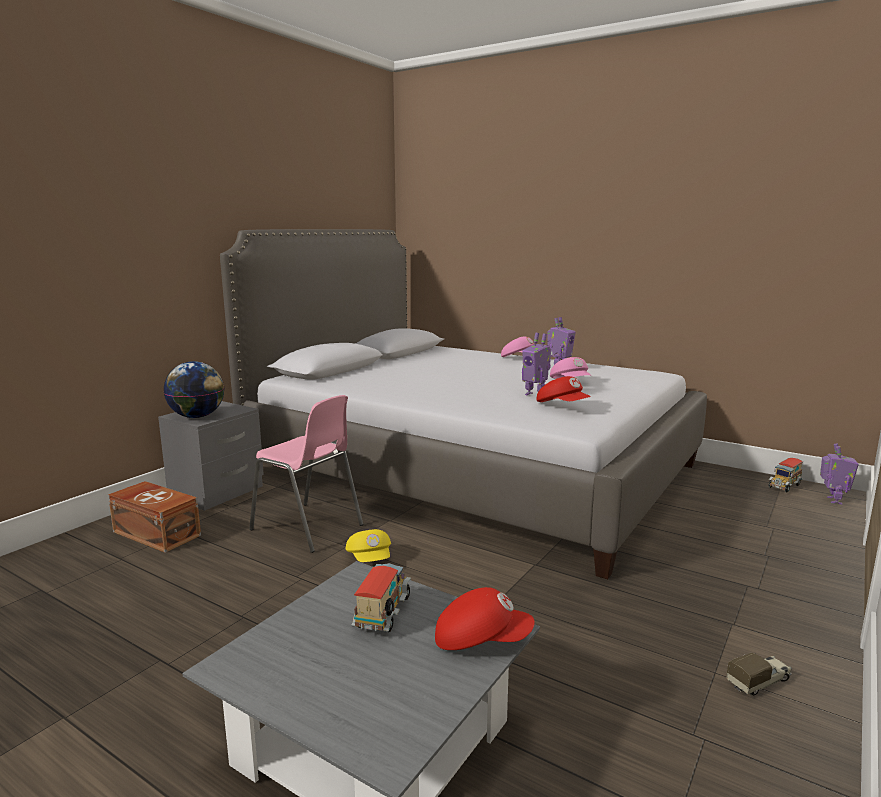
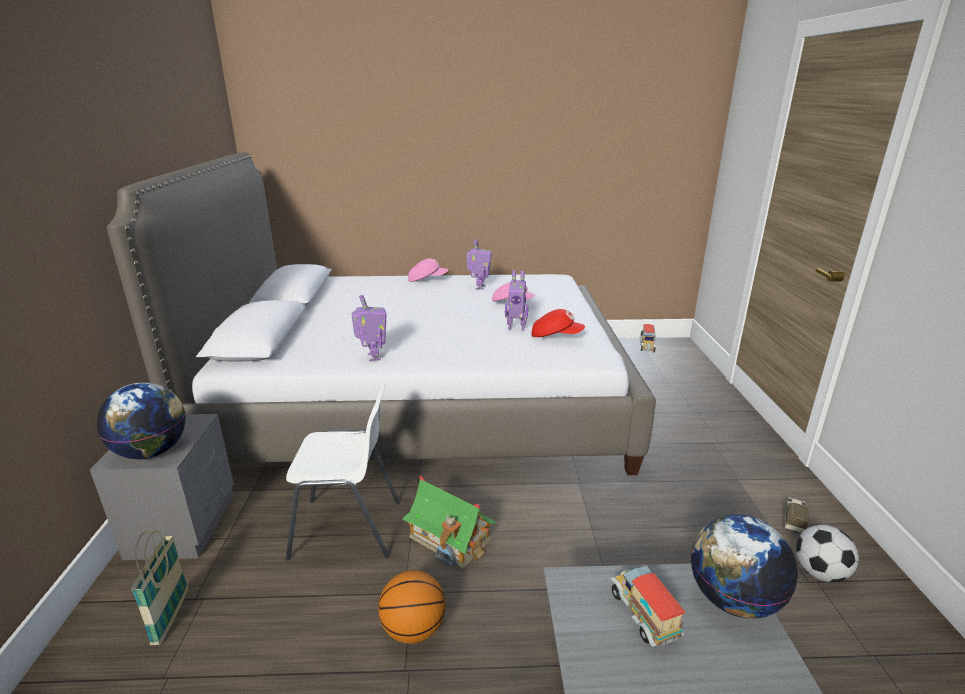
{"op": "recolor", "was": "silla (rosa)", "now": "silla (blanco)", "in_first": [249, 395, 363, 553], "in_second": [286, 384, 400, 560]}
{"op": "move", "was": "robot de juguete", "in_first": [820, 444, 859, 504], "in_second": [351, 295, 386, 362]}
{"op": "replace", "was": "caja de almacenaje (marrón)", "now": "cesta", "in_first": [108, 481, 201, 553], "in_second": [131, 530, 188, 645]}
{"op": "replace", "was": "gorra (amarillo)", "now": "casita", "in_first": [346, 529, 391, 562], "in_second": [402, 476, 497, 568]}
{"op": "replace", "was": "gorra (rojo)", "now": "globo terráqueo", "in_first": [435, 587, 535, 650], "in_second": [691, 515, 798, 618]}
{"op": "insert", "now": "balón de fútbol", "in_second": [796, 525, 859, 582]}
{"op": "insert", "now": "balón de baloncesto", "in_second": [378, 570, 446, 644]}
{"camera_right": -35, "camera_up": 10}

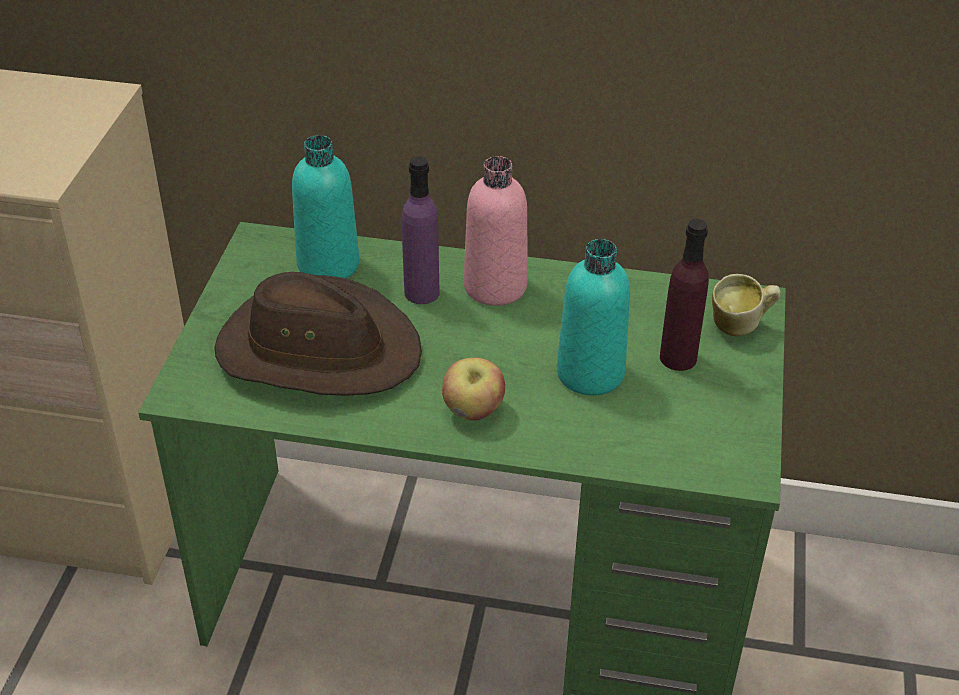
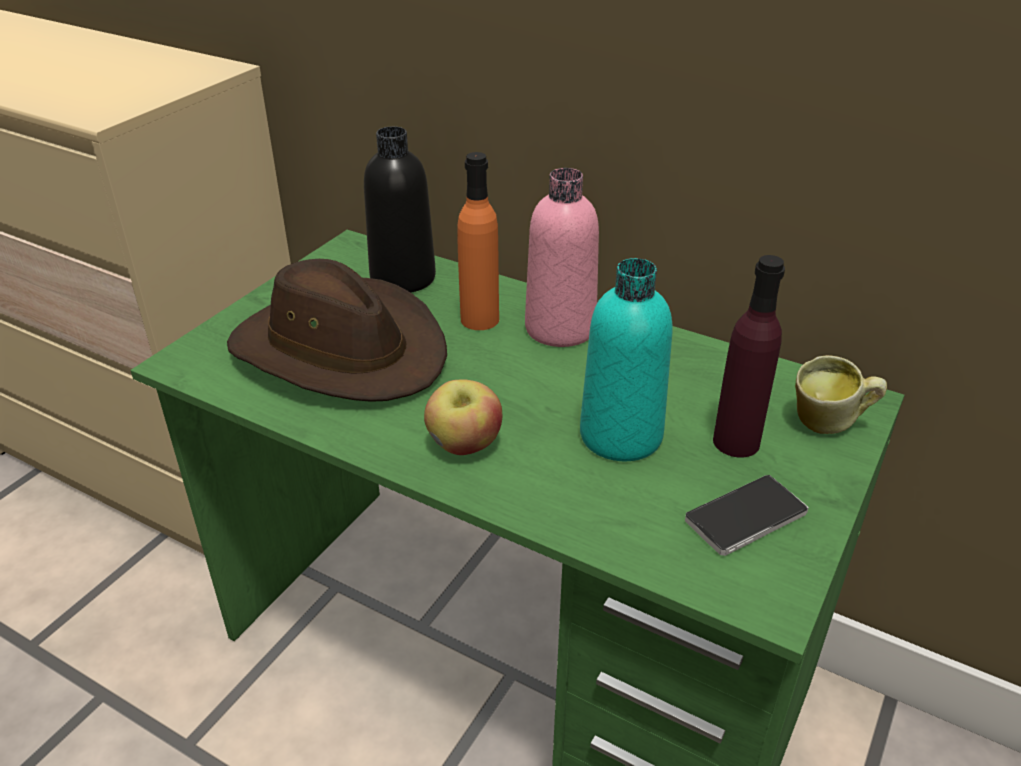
{"op": "recolor", "was": "botella (turquesa)", "now": "botella (negro)", "in_first": [292, 135, 359, 279], "in_second": [364, 126, 436, 293]}
{"op": "recolor", "was": "botella (morado)", "now": "botella (naranja)", "in_first": [402, 156, 440, 304], "in_second": [457, 152, 499, 330]}
{"op": "insert", "now": "móvil", "in_second": [685, 475, 809, 556]}
{"camera_right": 20, "camera_up": -5}

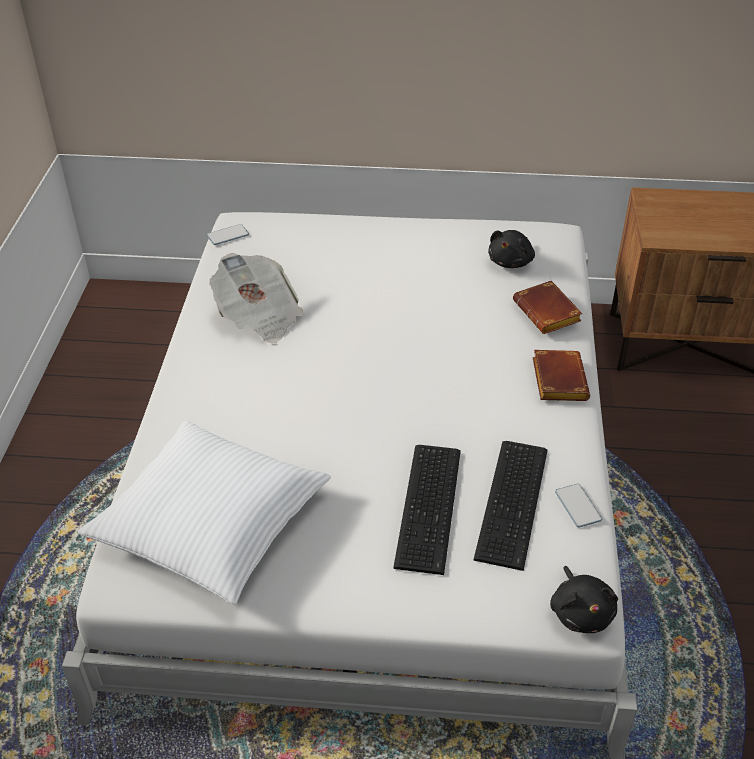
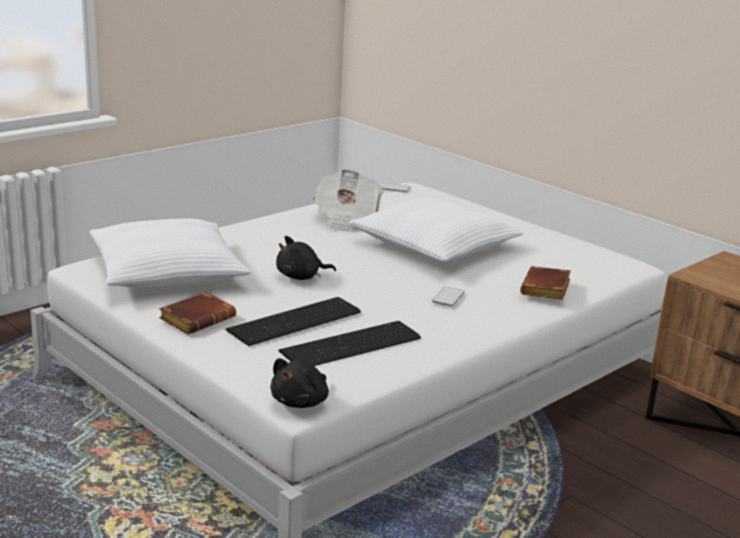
{"op": "move", "was": "peluche (negro)", "in_first": [488, 230, 535, 268], "in_second": [276, 236, 336, 280]}
{"op": "move", "was": "libro (marrón)", "in_first": [533, 350, 590, 401], "in_second": [159, 292, 236, 335]}
{"op": "move", "was": "móvil", "in_first": [555, 484, 602, 528], "in_second": [432, 287, 465, 306]}
{"op": "insert", "now": "cojín (blanco)", "in_second": [349, 197, 523, 262]}
{"camera_right": 40, "camera_up": -20}

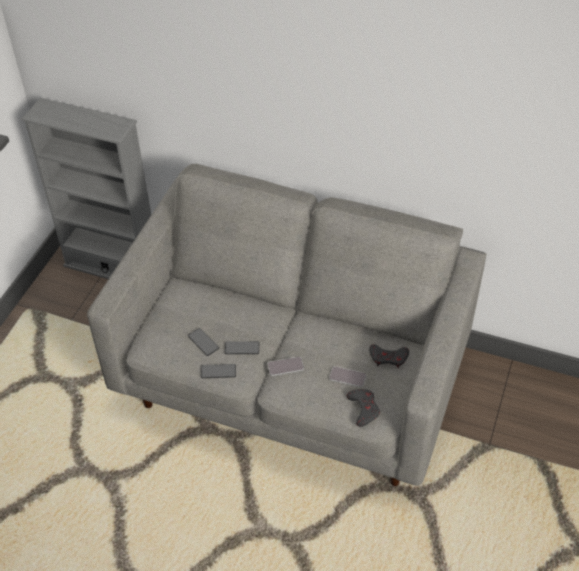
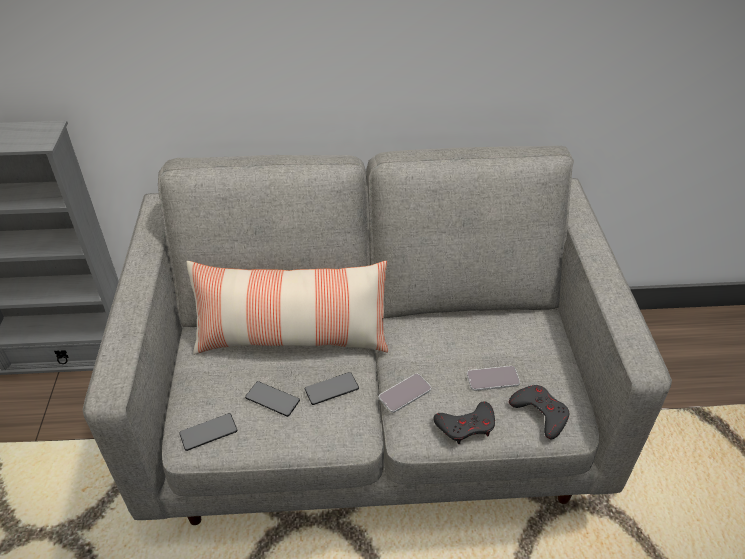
{"op": "move", "was": "mando de consola (gris)", "in_first": [369, 344, 409, 368], "in_second": [433, 401, 495, 444]}
{"op": "move", "was": "móvil", "in_first": [201, 364, 236, 378], "in_second": [179, 413, 237, 451]}
{"op": "insert", "now": "cojín", "in_second": [187, 261, 388, 355]}
{"camera_right": -25, "camera_up": -5}

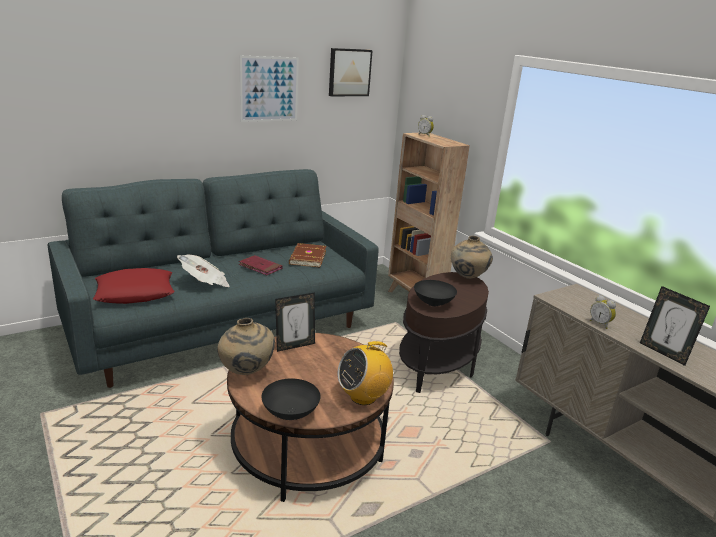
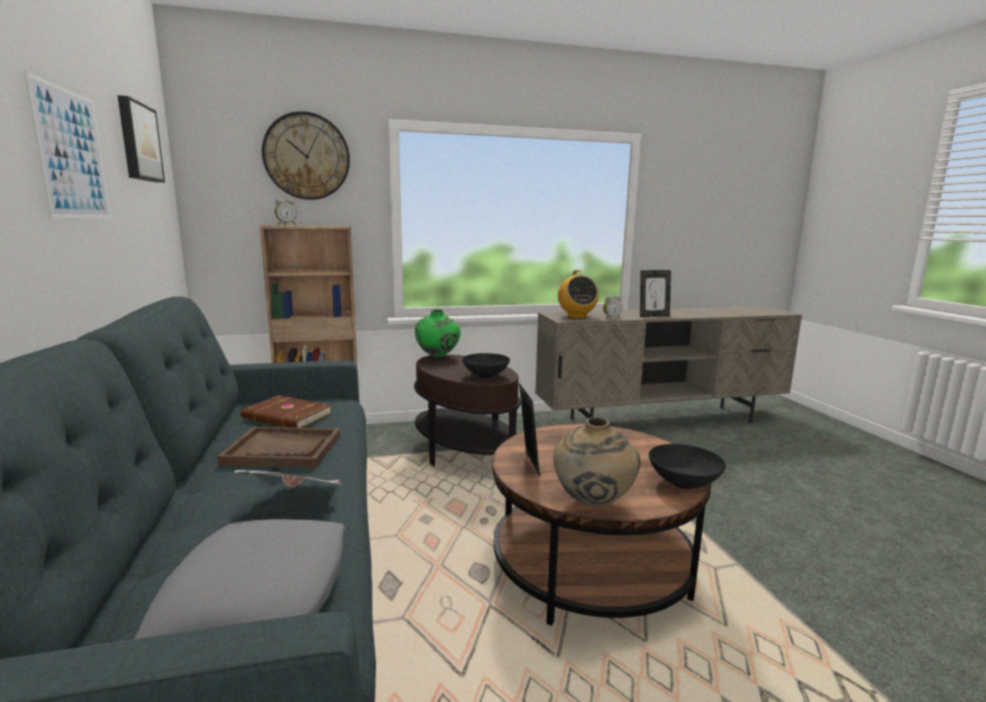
{"op": "recolor", "was": "florero (beis)", "now": "florero (verde)", "in_first": [451, 236, 493, 279], "in_second": [415, 309, 460, 357]}
{"op": "replace", "was": "libro (rojo)", "now": "bandeja (marrón)", "in_first": [239, 255, 283, 276], "in_second": [217, 427, 340, 468]}
{"op": "recolor", "was": "cojín (rojo)", "now": "cojín (gris)", "in_first": [93, 268, 175, 304], "in_second": [134, 519, 345, 639]}
{"op": "move", "was": "radio", "in_first": [337, 340, 393, 405], "in_second": [558, 270, 599, 319]}
{"op": "insert", "now": "reloj de pared", "in_second": [262, 111, 350, 200]}
{"camera_right": -70, "camera_up": -10}

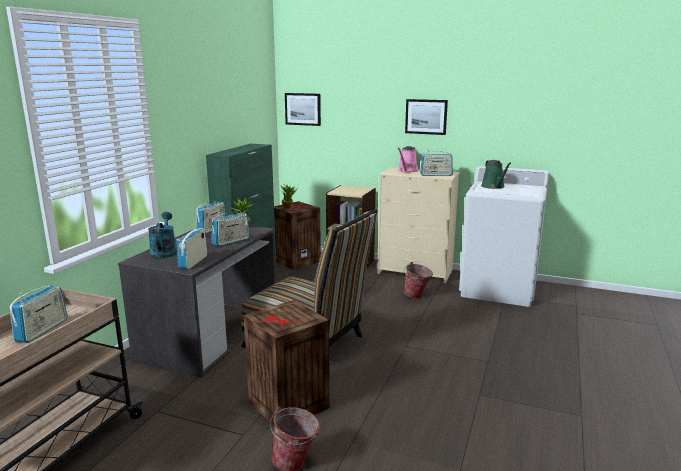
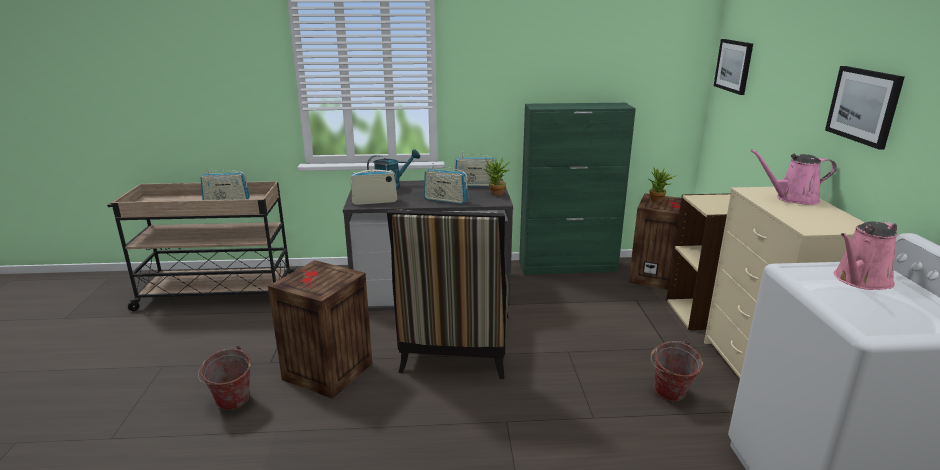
{"op": "delete", "was": "radio", "in_first": [420, 151, 453, 176]}
{"op": "recolor", "was": "regadera (verde)", "now": "regadera (rosa)", "in_first": [481, 160, 511, 189], "in_second": [834, 221, 897, 290]}
{"camera_right": 65, "camera_up": 5}

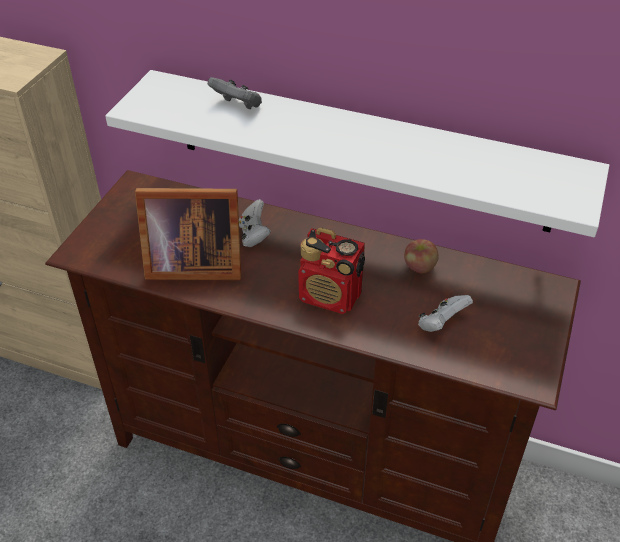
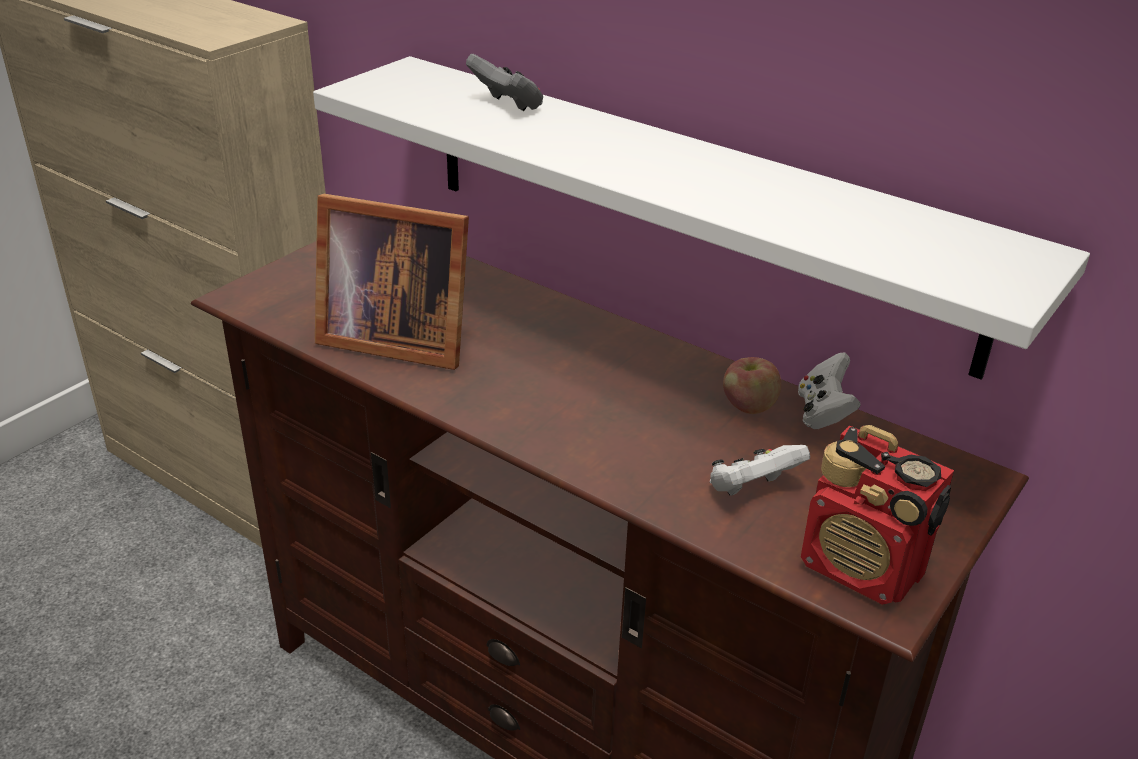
{"op": "move", "was": "mando de consola (blanco)", "in_first": [239, 199, 271, 247], "in_second": [798, 353, 861, 429]}
{"op": "move", "was": "radio", "in_first": [298, 227, 365, 314], "in_second": [801, 425, 954, 605]}
{"camera_right": 15, "camera_up": -10}

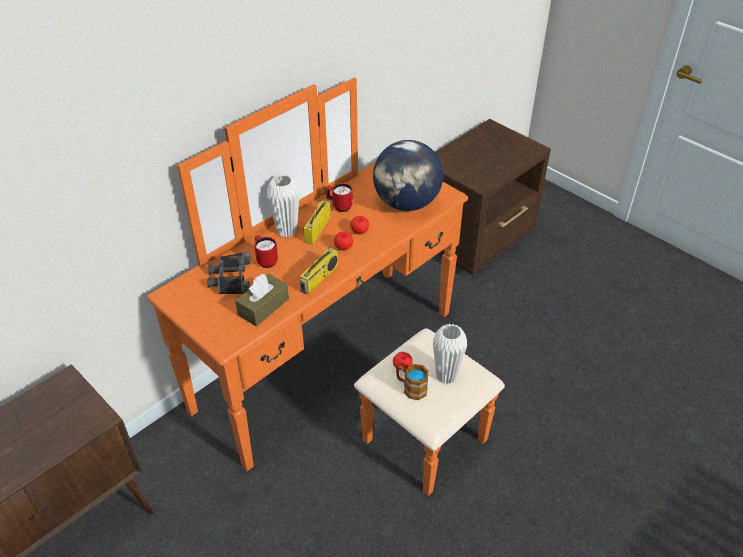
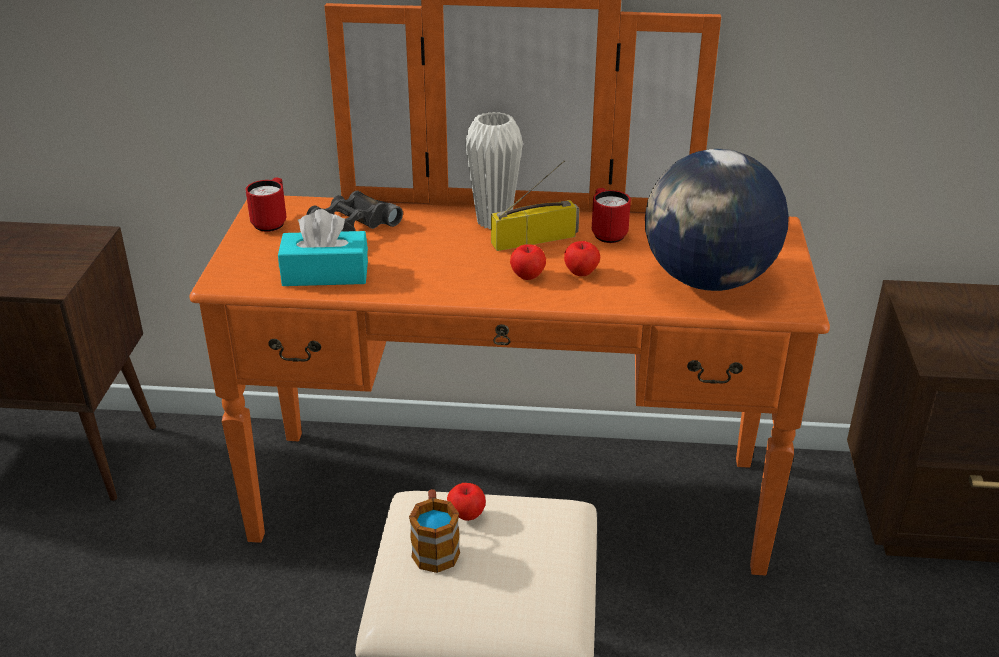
{"op": "move", "was": "taza grande (rojo)", "in_first": [254, 235, 278, 268], "in_second": [246, 178, 286, 232]}
{"op": "delete", "was": "radio", "in_first": [300, 247, 338, 294]}
{"op": "recolor", "was": "caja de pañuelos (marrón)", "now": "caja de pañuelos (turquesa)", "in_first": [235, 274, 289, 327], "in_second": [278, 209, 368, 286]}
{"op": "delete", "was": "florero (blanco)", "in_first": [433, 324, 467, 384]}
{"camera_right": 50, "camera_up": -10}

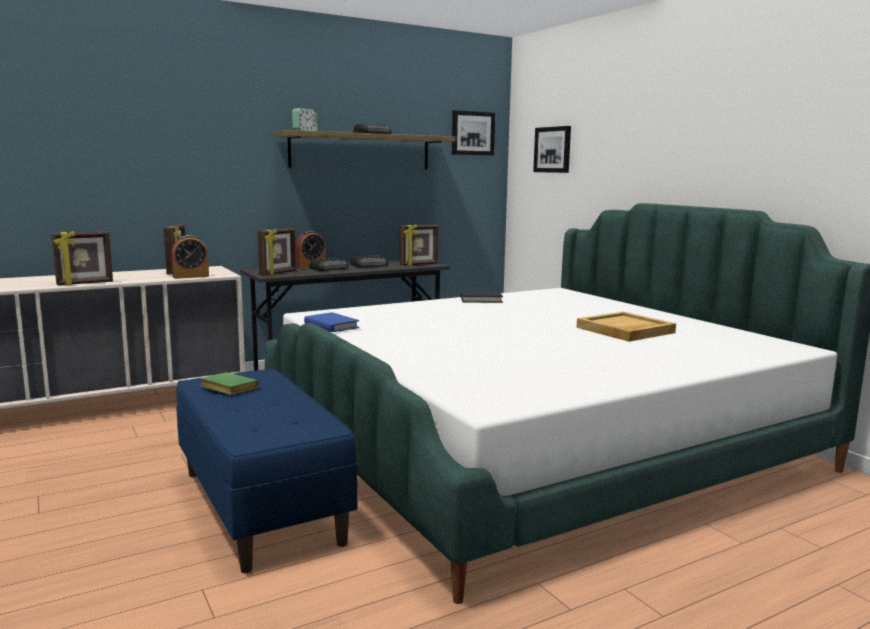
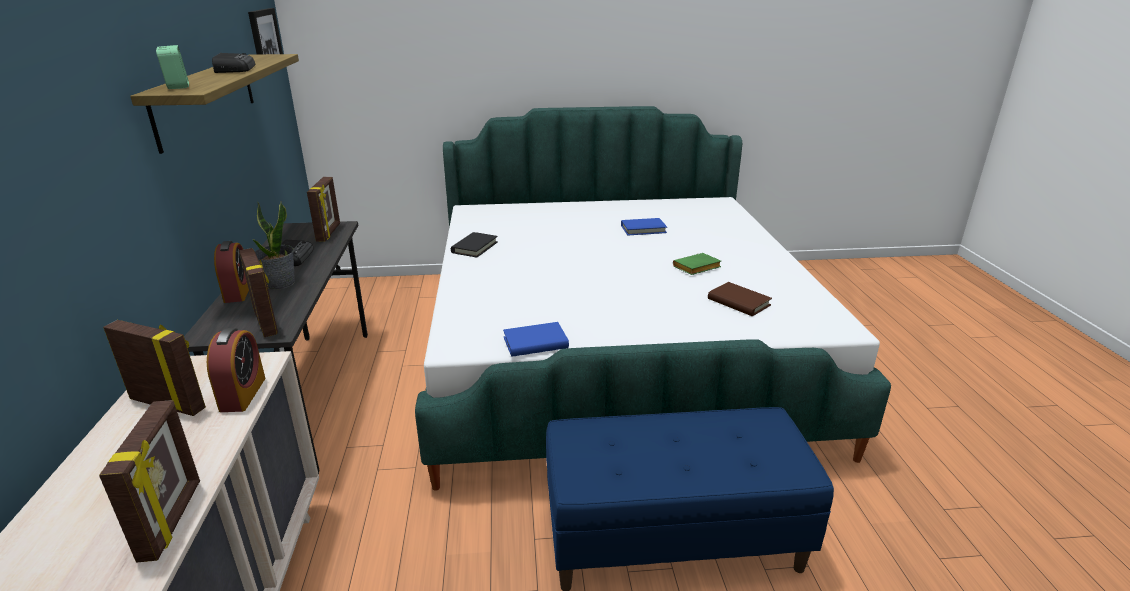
{"op": "delete", "was": "cuadro", "in_first": [533, 126, 571, 173]}
{"op": "replace", "was": "radio", "now": "planta en maceta", "in_first": [309, 258, 349, 271], "in_second": [253, 202, 295, 290]}
{"op": "replace", "was": "bandeja (beis)", "now": "libro (azul)", "in_first": [576, 312, 676, 342], "in_second": [621, 218, 667, 235]}
{"op": "move", "was": "libro (verde)", "in_first": [200, 372, 259, 395], "in_second": [673, 253, 721, 275]}
{"op": "insert", "now": "libro (marrón)", "in_second": [708, 282, 772, 316]}
{"camera_right": -65, "camera_up": 15}

